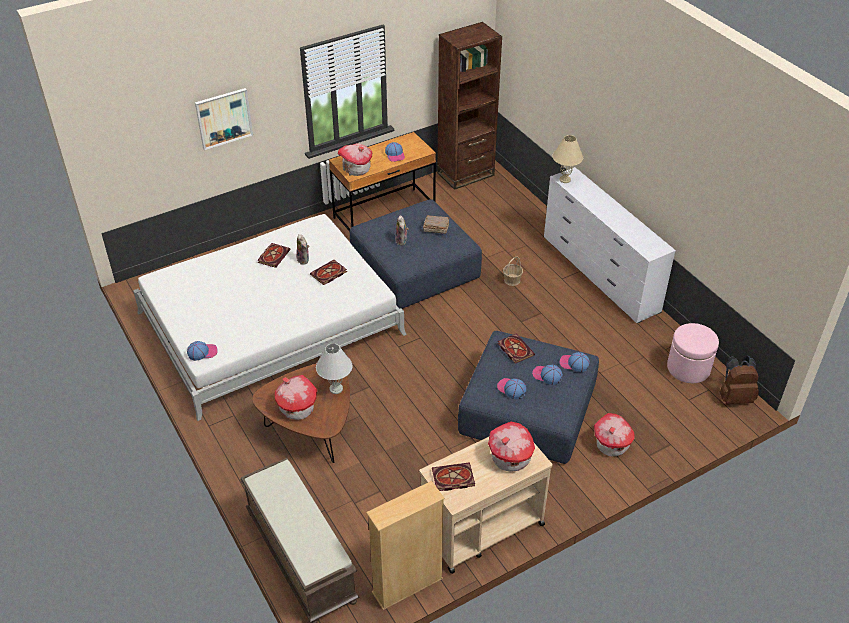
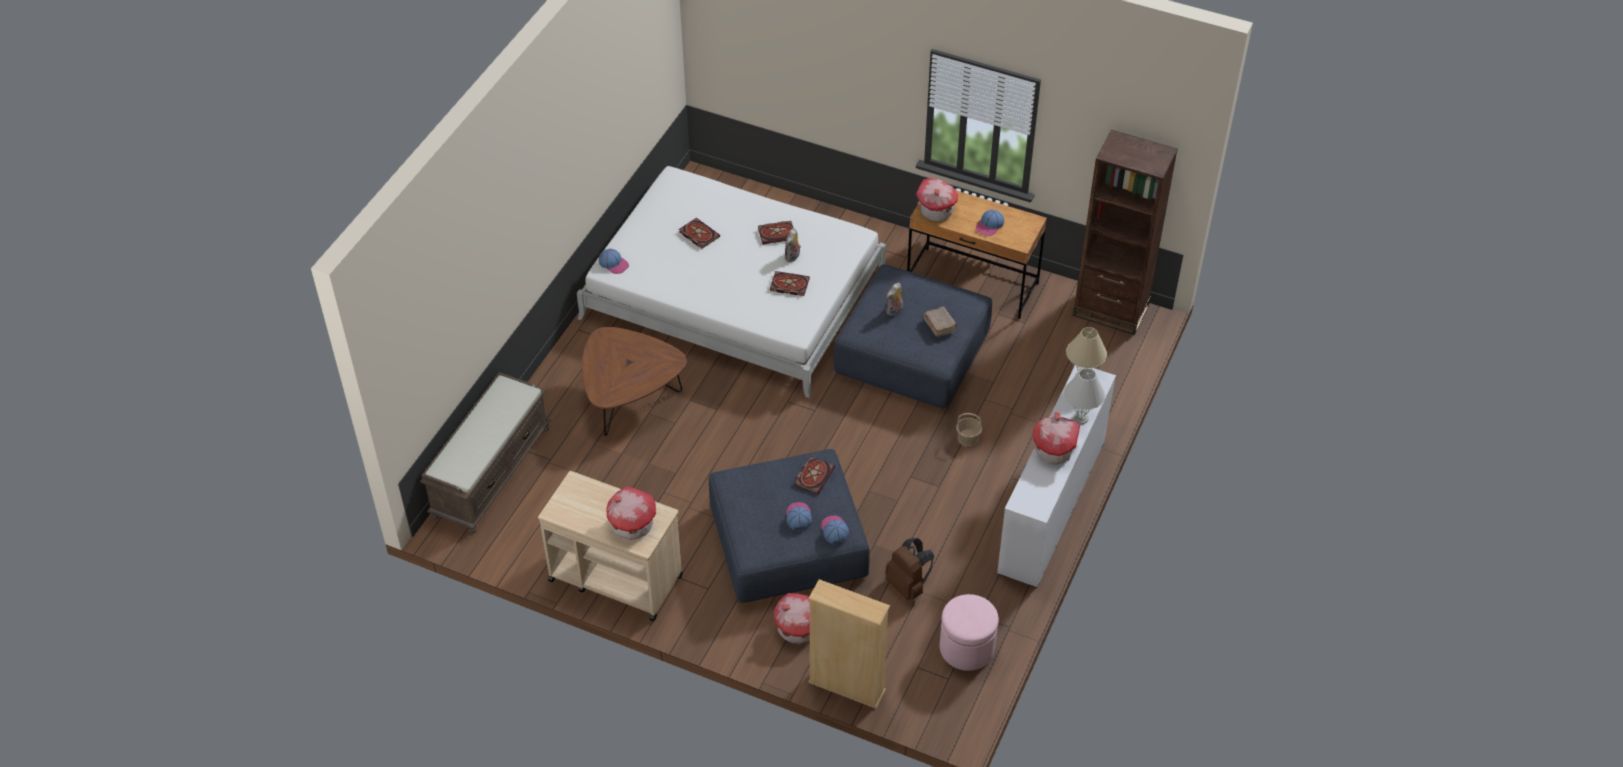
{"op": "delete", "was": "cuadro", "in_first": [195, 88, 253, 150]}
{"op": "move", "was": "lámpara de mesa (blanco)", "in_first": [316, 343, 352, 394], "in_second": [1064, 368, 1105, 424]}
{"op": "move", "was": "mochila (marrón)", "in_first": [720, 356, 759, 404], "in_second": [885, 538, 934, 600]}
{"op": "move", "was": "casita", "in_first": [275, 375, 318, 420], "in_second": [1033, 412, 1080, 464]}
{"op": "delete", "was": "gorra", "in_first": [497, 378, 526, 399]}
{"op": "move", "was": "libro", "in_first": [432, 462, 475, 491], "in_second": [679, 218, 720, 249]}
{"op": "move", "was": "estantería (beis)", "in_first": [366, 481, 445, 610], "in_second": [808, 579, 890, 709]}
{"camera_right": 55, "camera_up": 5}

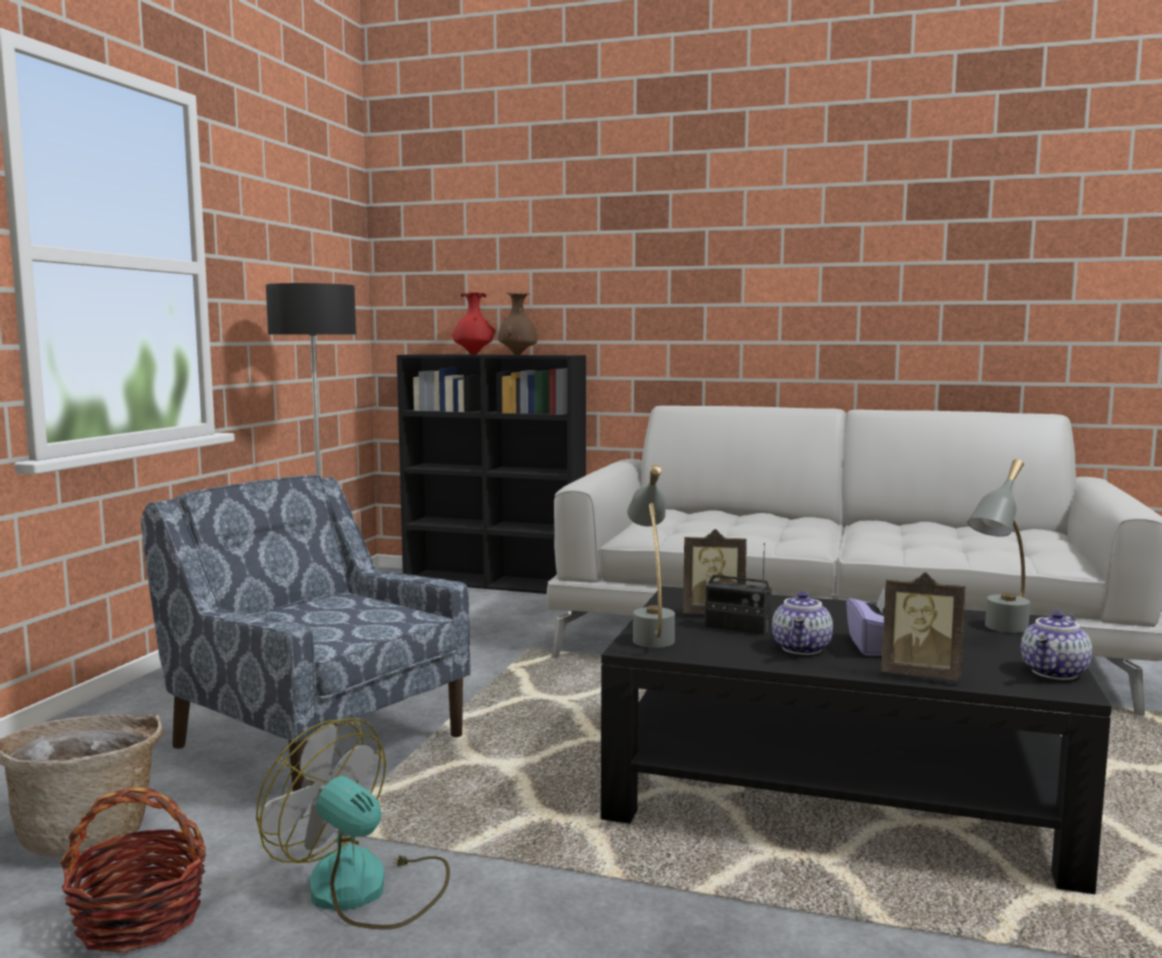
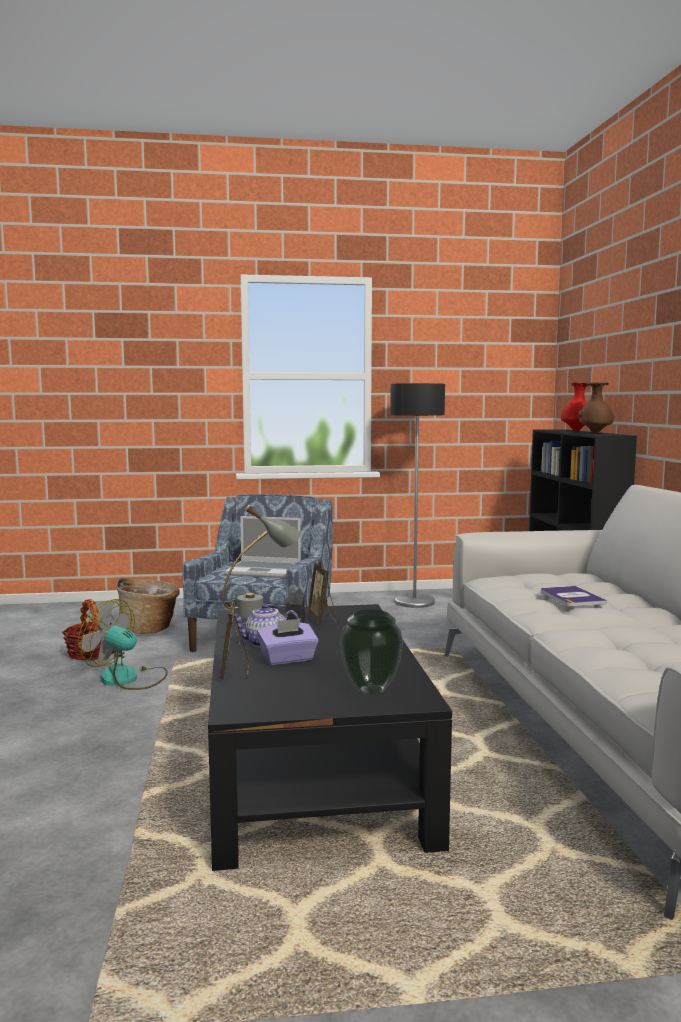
{"op": "replace", "was": "lámpara de mesa (gris)", "now": "florero", "in_first": [967, 459, 1030, 633], "in_second": [340, 610, 403, 695]}
{"op": "delete", "was": "tetera", "in_first": [1021, 611, 1092, 680]}
{"op": "rotate", "was": "ventilador", "in_first": [256, 718, 450, 930], "in_second": [78, 599, 168, 690], "clockwise": -75}
{"op": "insert", "now": "portátil", "in_second": [225, 516, 301, 578]}
{"op": "insert", "now": "libro", "in_second": [541, 586, 607, 607]}
{"camera_right": 65, "camera_up": 0}

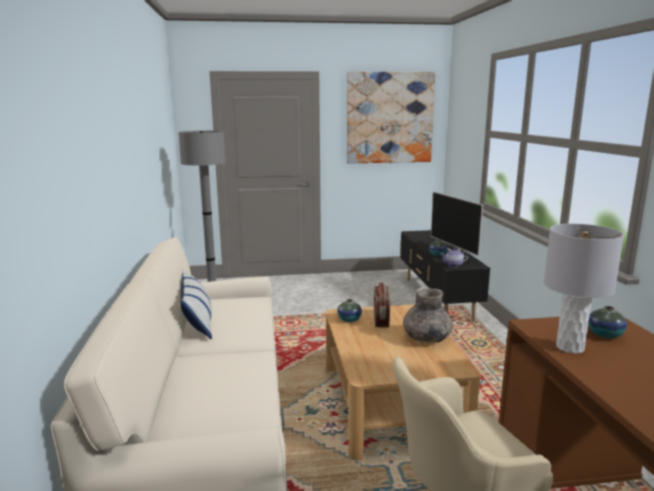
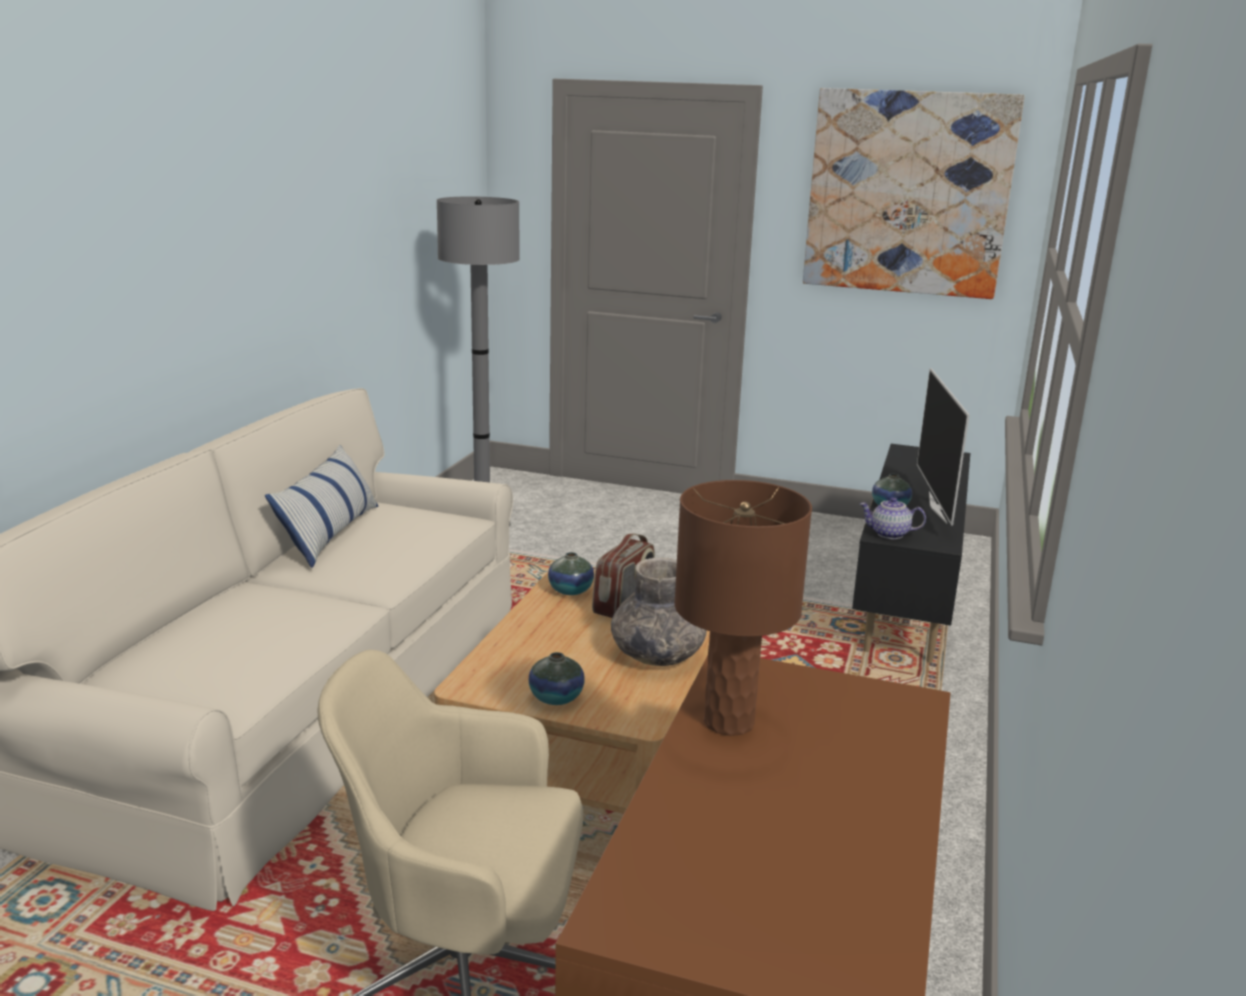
{"op": "recolor", "was": "lámpara de mesa (gris)", "now": "lámpara de mesa (marrón)", "in_first": [544, 224, 624, 354], "in_second": [674, 480, 812, 736]}
{"op": "move", "was": "florero", "in_first": [588, 306, 627, 338], "in_second": [529, 652, 585, 705]}
{"camera_right": 25, "camera_up": 5}

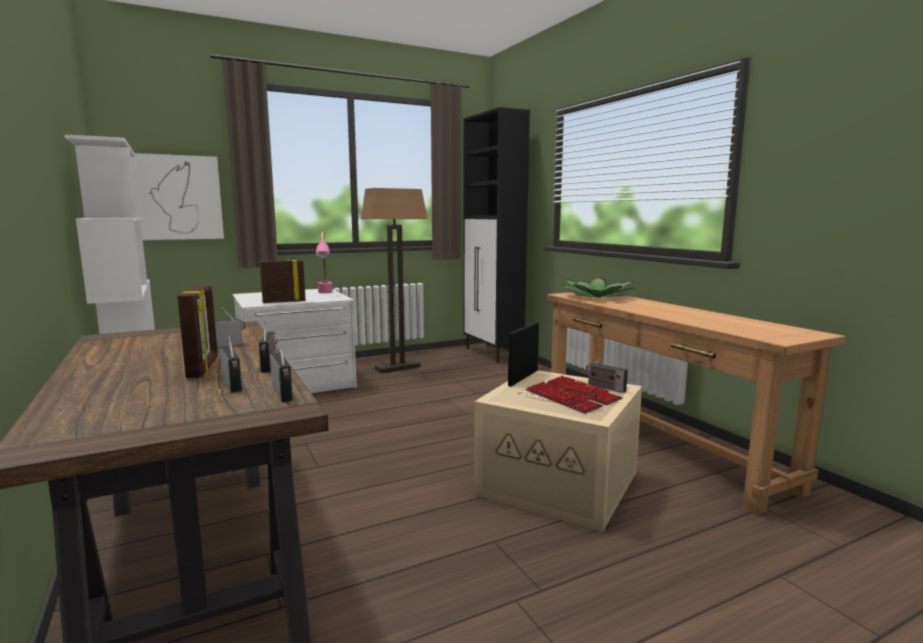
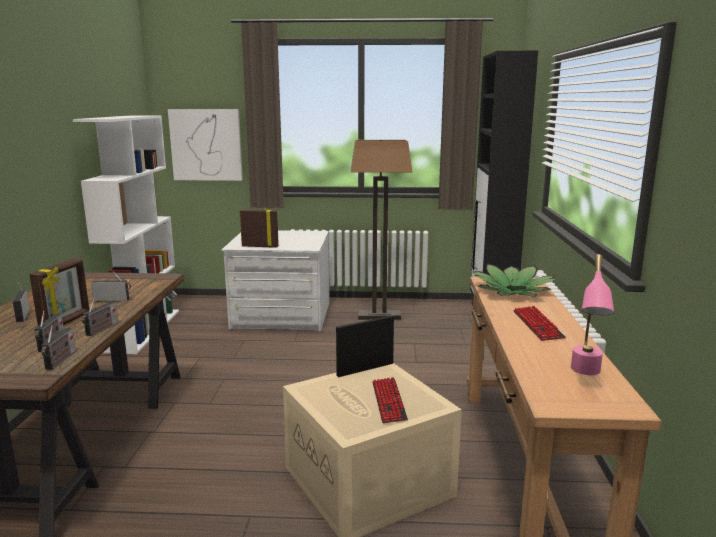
{"op": "move", "was": "lámpara de mesa (rosa)", "in_first": [315, 232, 333, 293], "in_second": [571, 254, 614, 375]}
{"op": "move", "was": "radio", "in_first": [586, 354, 628, 393], "in_second": [13, 283, 30, 322]}
{"op": "move", "was": "teclado", "in_first": [526, 382, 603, 414], "in_second": [513, 306, 566, 341]}
{"camera_right": 30, "camera_up": 5}

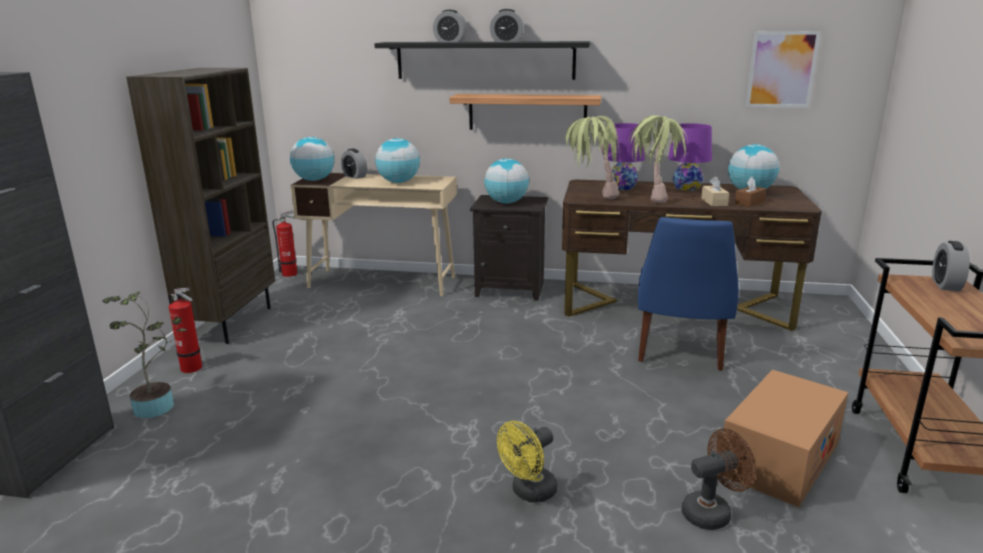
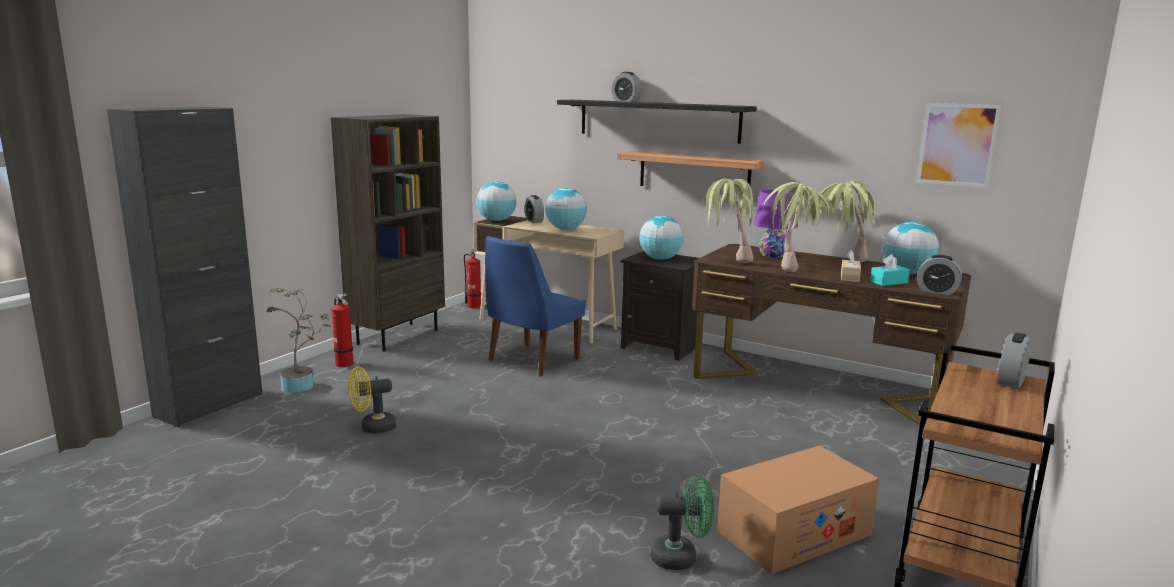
{"op": "move", "was": "despertador", "in_first": [490, 9, 524, 42], "in_second": [917, 255, 962, 295]}
{"op": "replace", "was": "lámpara de mesa (morado)", "now": "planta en maceta", "in_first": [668, 123, 712, 191], "in_second": [818, 180, 877, 262]}
{"op": "recolor", "was": "caja de pañuelos (marrón)", "now": "caja de pañuelos (turquesa)", "in_first": [735, 177, 766, 207], "in_second": [870, 254, 910, 286]}
{"op": "move", "was": "silla (azul)", "in_first": [638, 217, 739, 371], "in_second": [485, 236, 586, 376]}
{"op": "move", "was": "ventilador (amarillo)", "in_first": [497, 421, 557, 503], "in_second": [348, 366, 396, 434]}
{"op": "recolor", "was": "ventilador (marrón)", "now": "ventilador (verde)", "in_first": [681, 429, 756, 530], "in_second": [651, 475, 714, 570]}
{"camera_right": 20, "camera_up": -5}

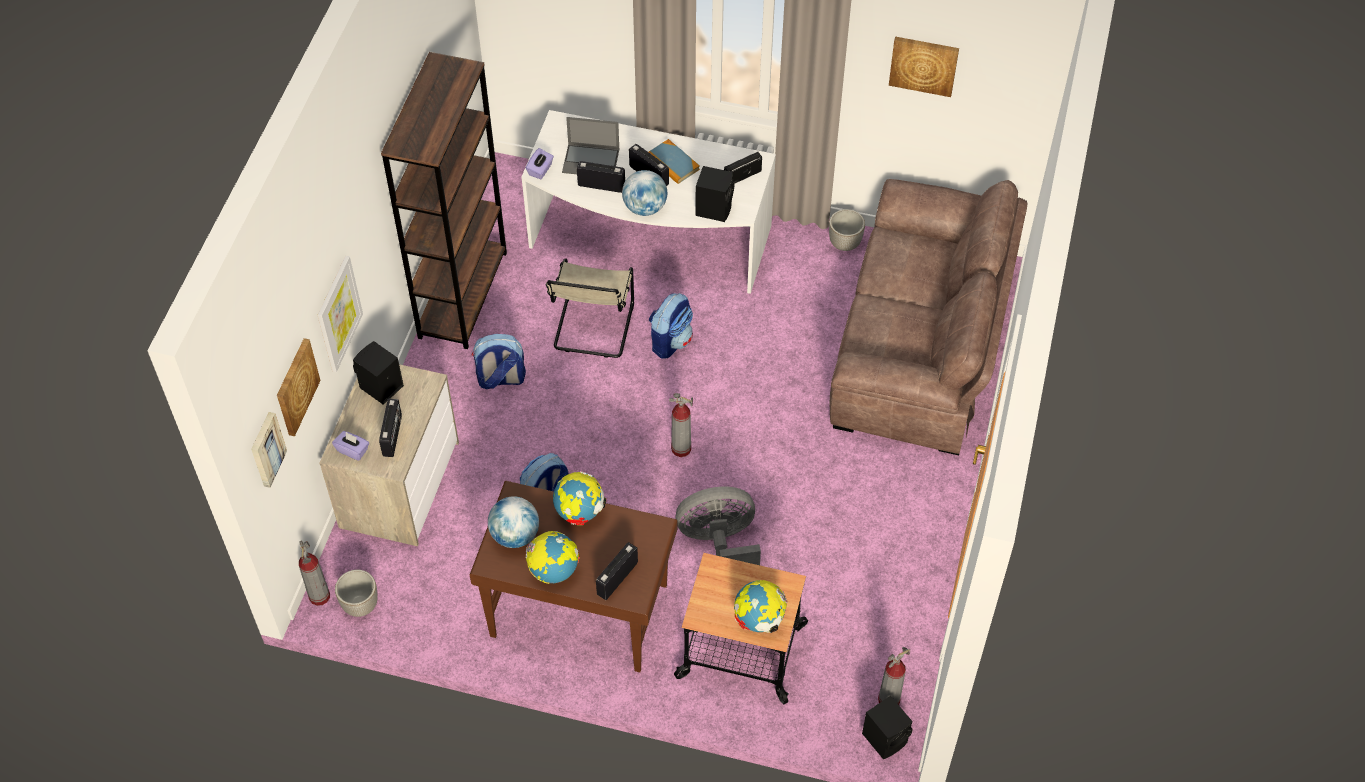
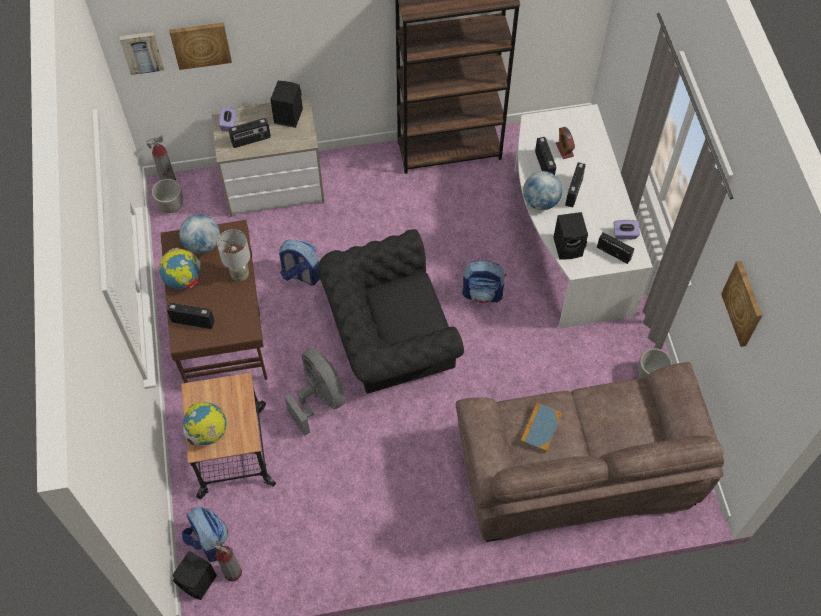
{"op": "replace", "was": "portátil", "now": "despertador", "in_first": [562, 117, 619, 174], "in_second": [556, 127, 575, 159]}
{"op": "move", "was": "libro", "in_first": [649, 139, 700, 184], "in_second": [520, 403, 562, 453]}
{"op": "move", "was": "caja de pañuelos (morado)", "in_first": [526, 148, 554, 179], "in_second": [613, 220, 640, 239]}
{"op": "delete", "was": "cuadro", "in_first": [318, 256, 363, 372]}
{"op": "delete", "was": "silla (beis)", "in_first": [546, 258, 634, 358]}
{"op": "move", "was": "mochila", "in_first": [472, 334, 526, 389], "in_second": [182, 506, 228, 562]}
{"op": "replace", "was": "extintor", "now": "sillón (negro)", "in_first": [669, 393, 693, 457], "in_second": [318, 229, 464, 394]}
{"op": "replace", "was": "globo terráqueo", "now": "lámpara de mesa (gris)", "in_first": [553, 471, 606, 525], "in_second": [217, 229, 250, 282]}
{"camera_right": 65, "camera_up": 5}

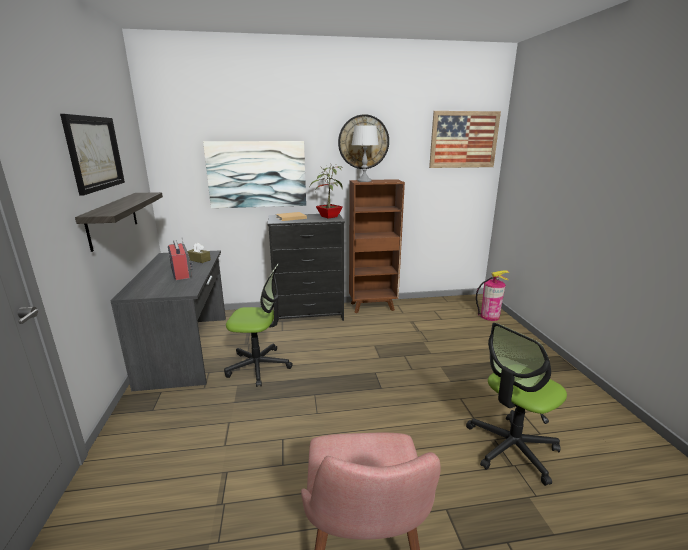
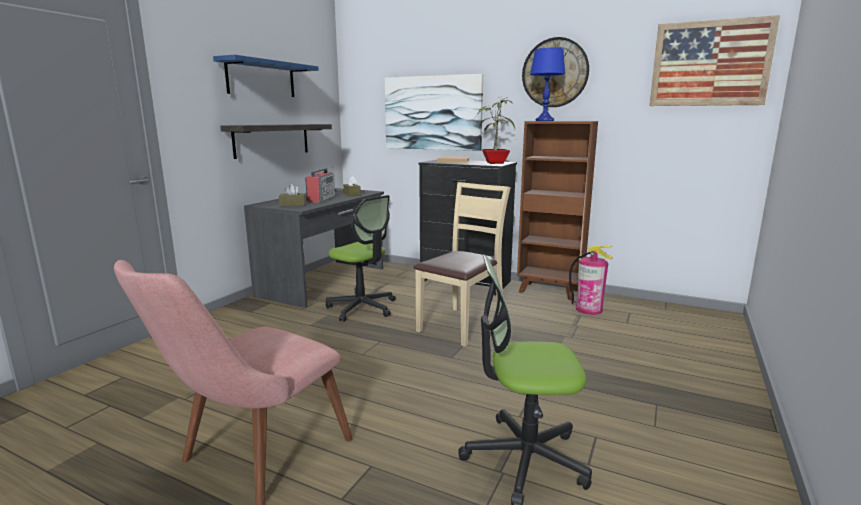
{"op": "replace", "was": "cuadro", "now": "estante (azul)", "in_first": [60, 114, 125, 196], "in_second": [213, 55, 319, 97]}
{"op": "recolor", "was": "lámpara de mesa (gris)", "now": "lámpara de mesa (azul)", "in_first": [352, 125, 379, 182], "in_second": [530, 48, 565, 121]}
{"op": "move", "was": "extintor", "in_first": [476, 270, 510, 321], "in_second": [569, 245, 613, 315]}
{"op": "insert", "now": "silla (beis)", "in_second": [414, 182, 511, 347]}
{"op": "insert", "now": "caja de pañuelos (marrón)", "in_second": [279, 184, 306, 206]}
{"camera_right": 35, "camera_up": -5}

